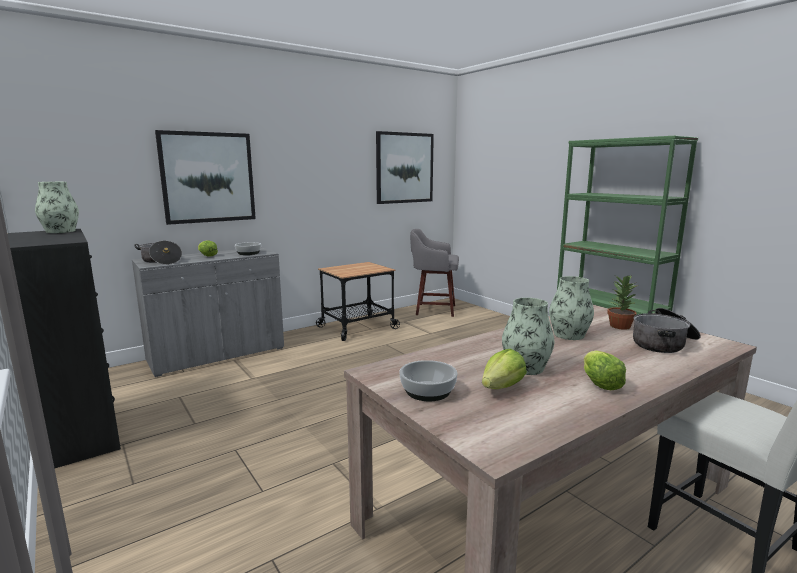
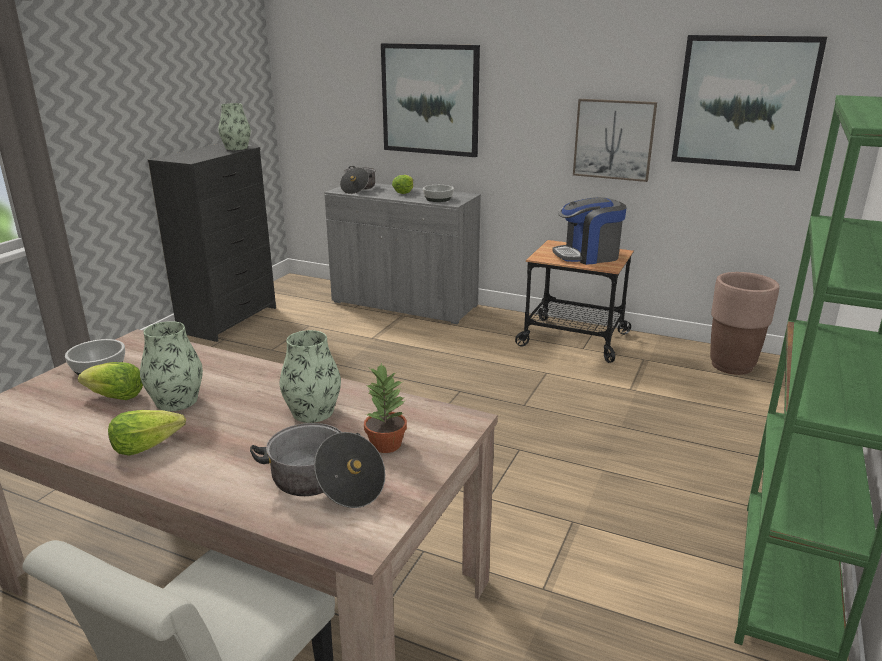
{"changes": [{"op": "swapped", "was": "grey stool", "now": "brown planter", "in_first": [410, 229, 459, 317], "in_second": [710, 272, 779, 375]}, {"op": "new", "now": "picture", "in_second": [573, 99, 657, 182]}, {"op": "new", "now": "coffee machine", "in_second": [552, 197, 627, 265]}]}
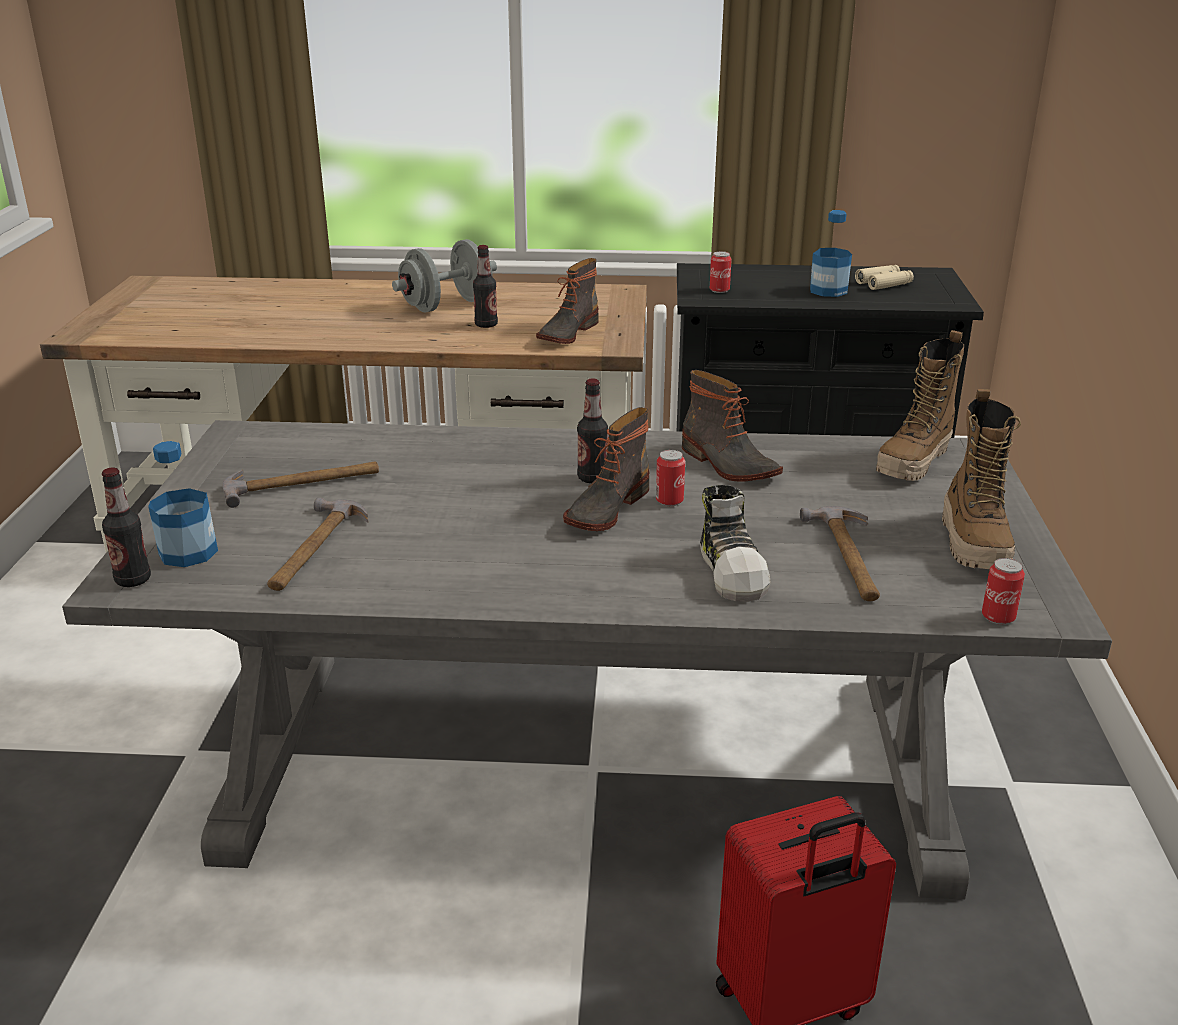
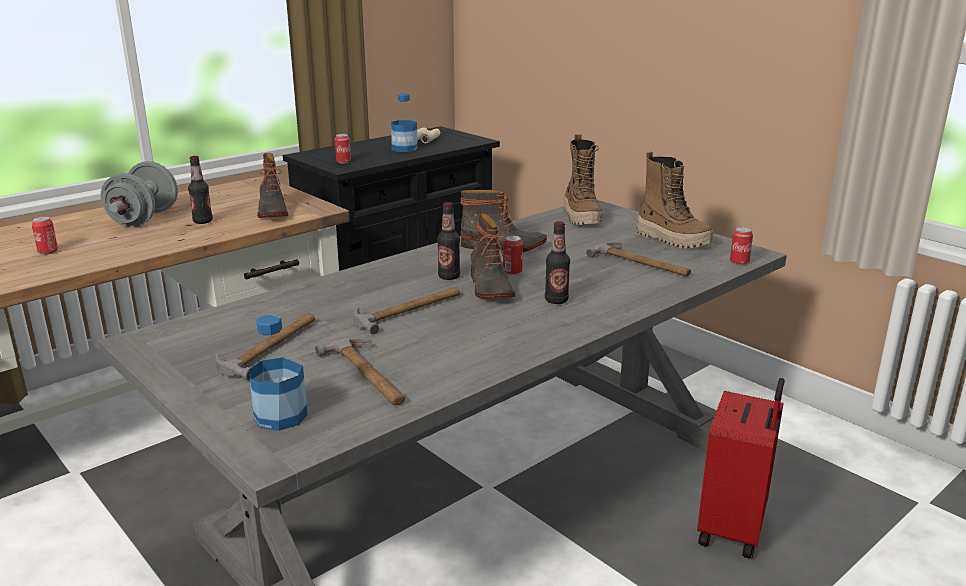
{"changes": [{"op": "shifted", "was": "bottle", "in_first": [102, 467, 151, 587], "in_second": [545, 221, 570, 304]}, {"op": "gone", "was": "shoe", "in_first": [700, 485, 771, 602]}, {"op": "new", "now": "can", "in_second": [32, 217, 58, 255]}, {"op": "new", "now": "hammer", "in_second": [353, 287, 460, 334]}]}
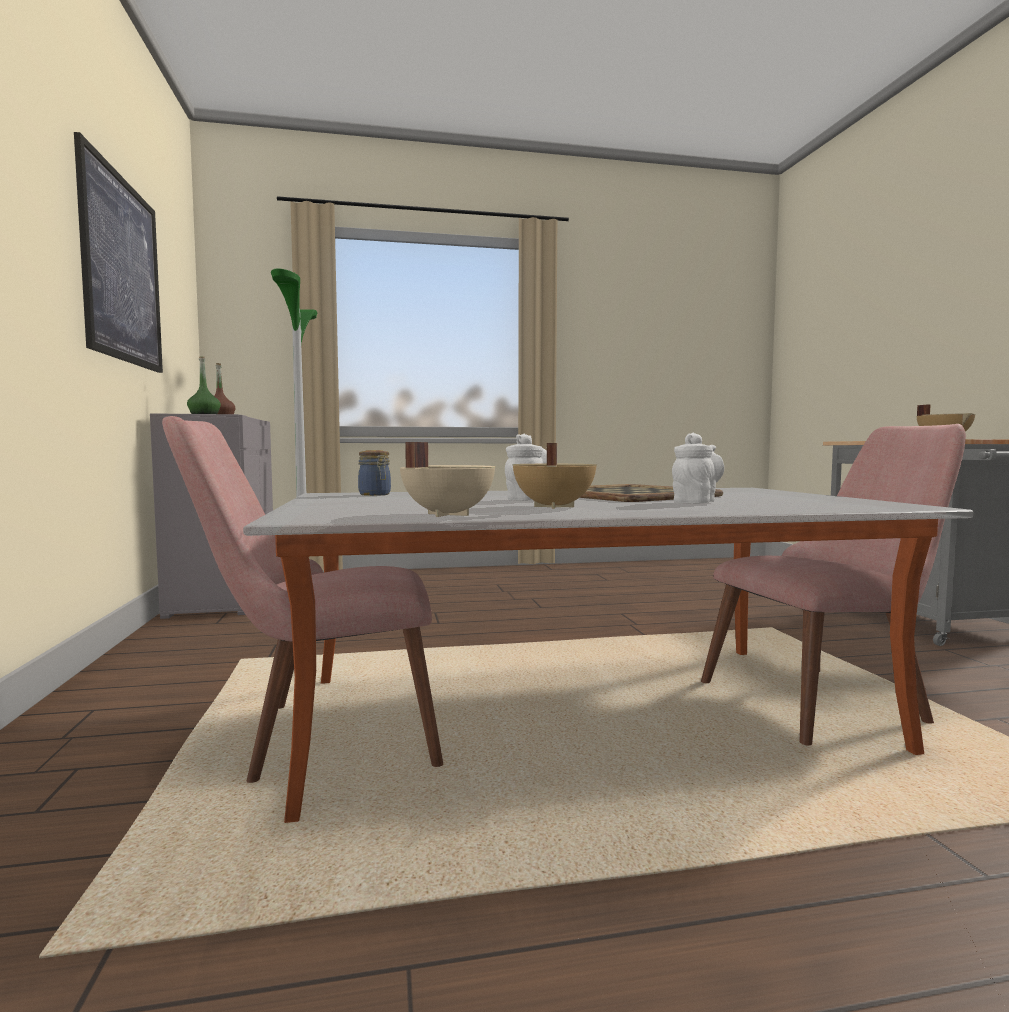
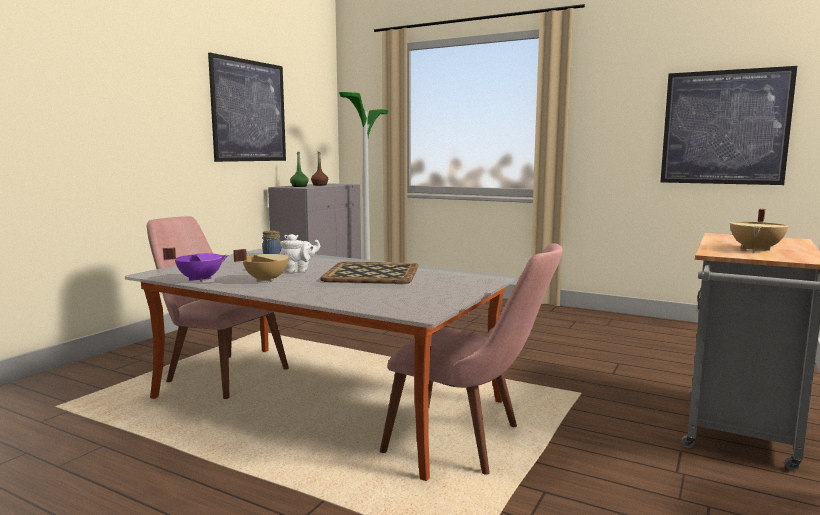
{"changes": [{"op": "gone", "was": "white teapot", "in_first": [672, 433, 724, 503]}, {"op": "repainted", "was": "beige cooking pot", "now": "purple cooking pot", "in_first": [400, 442, 496, 517], "in_second": [163, 247, 228, 282]}, {"op": "new", "now": "picture", "in_second": [661, 66, 797, 185]}]}
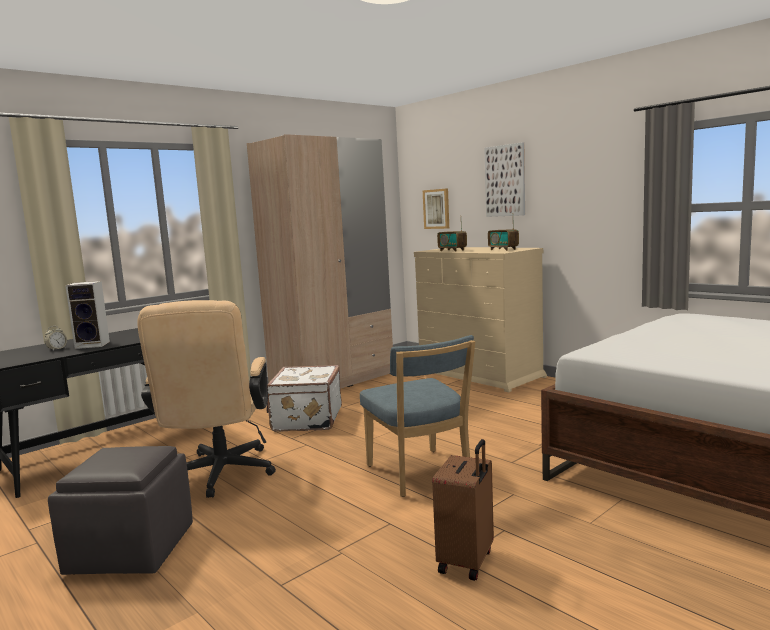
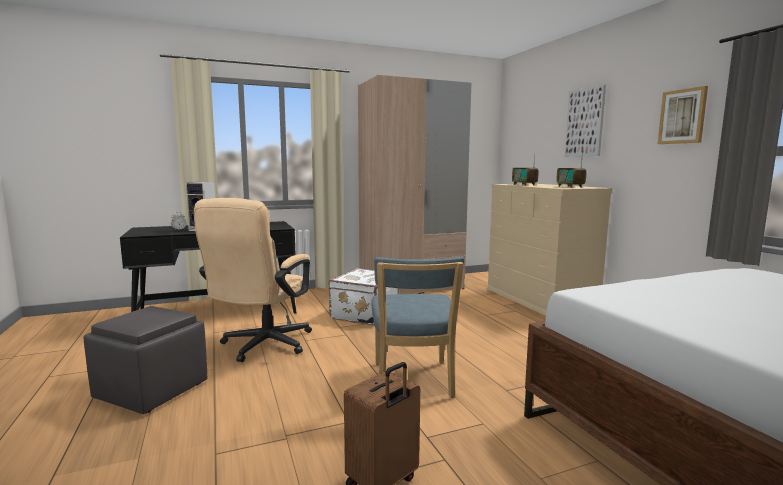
{"changes": [{"op": "shifted", "was": "picture", "in_first": [423, 188, 449, 229], "in_second": [658, 86, 708, 144]}]}
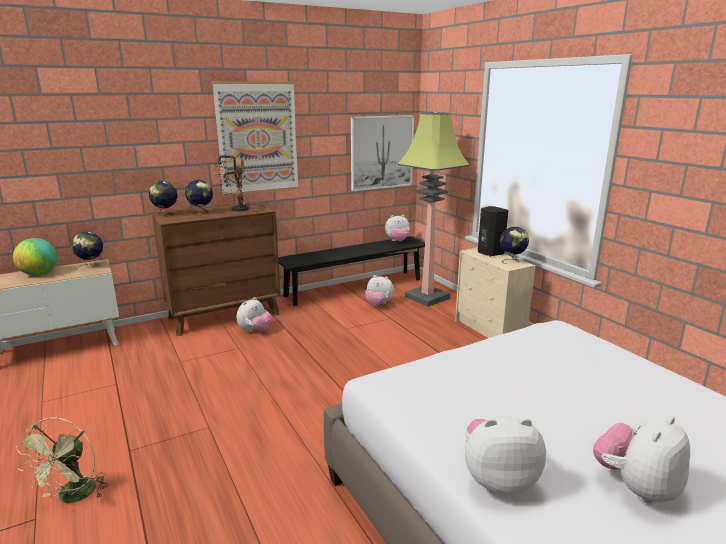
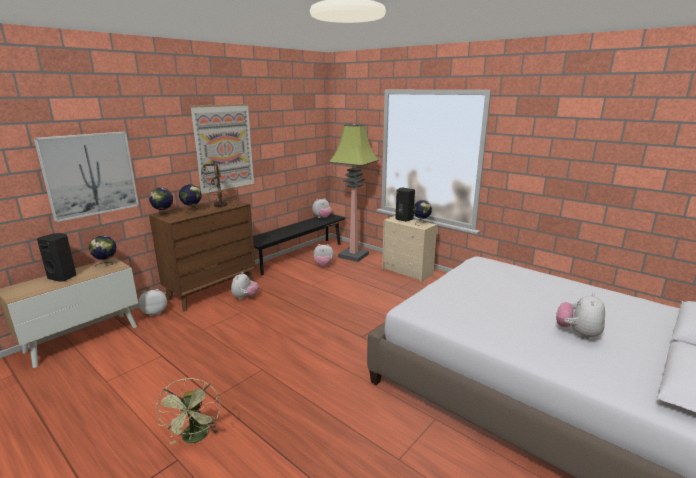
{"changes": [{"op": "shifted", "was": "picture", "in_first": [351, 115, 414, 191], "in_second": [34, 132, 139, 222]}, {"op": "swapped", "was": "globe", "now": "black speaker", "in_first": [13, 238, 57, 276], "in_second": [37, 233, 76, 282]}, {"op": "shifted", "was": "plush toy", "in_first": [465, 416, 546, 495], "in_second": [138, 289, 167, 316]}]}
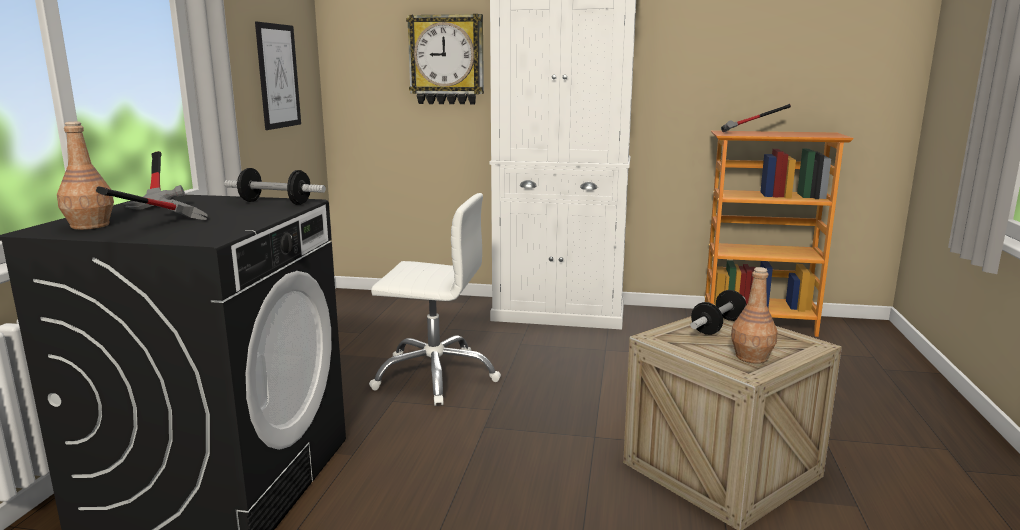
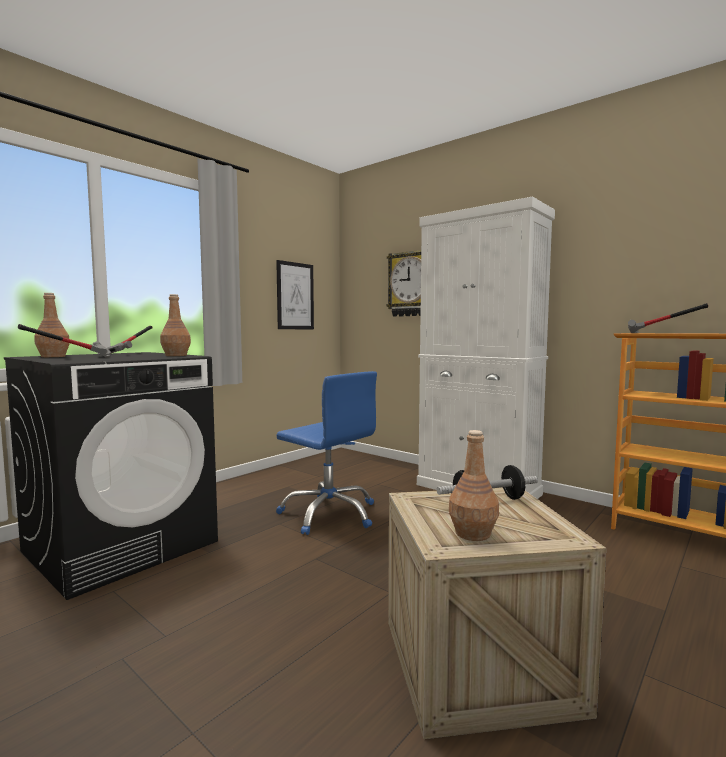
{"changes": [{"op": "swapped", "was": "dumbbell", "now": "brown bottle", "in_first": [224, 168, 326, 205], "in_second": [160, 294, 191, 356]}, {"op": "repainted", "was": "white office chair", "now": "blue office chair", "in_first": [369, 193, 501, 406], "in_second": [276, 371, 377, 535]}]}
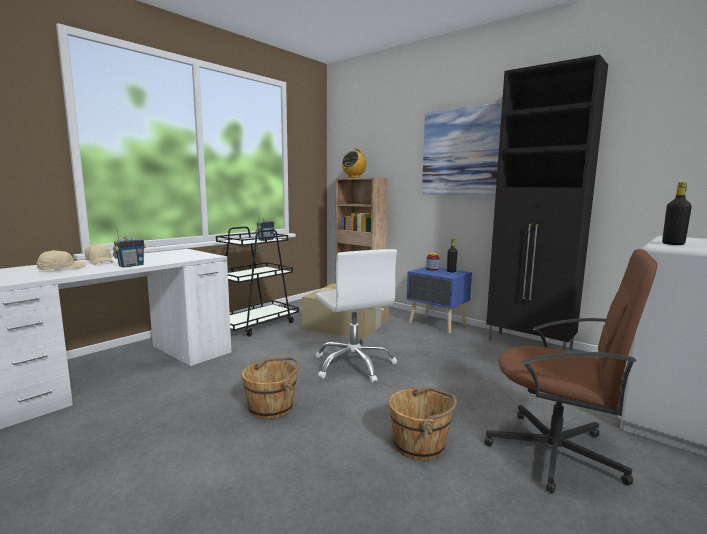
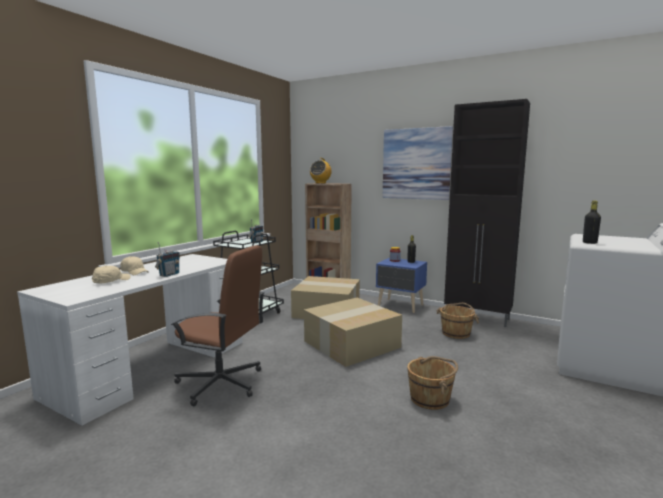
{"changes": [{"op": "swapped", "was": "white office chair", "now": "cardboard box", "in_first": [315, 249, 397, 383], "in_second": [304, 298, 402, 367]}, {"op": "shifted", "was": "brown office chair", "in_first": [484, 249, 657, 493], "in_second": [171, 245, 265, 406]}, {"op": "shifted", "was": "brown bucket", "in_first": [242, 357, 299, 419], "in_second": [436, 303, 479, 339]}]}
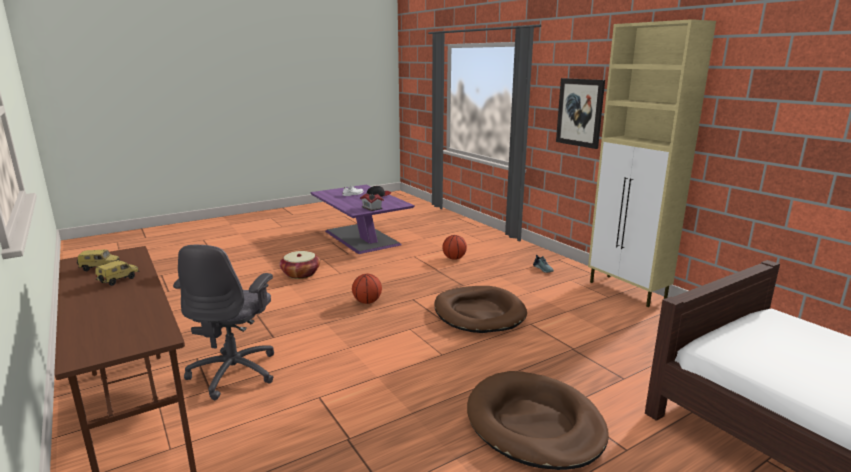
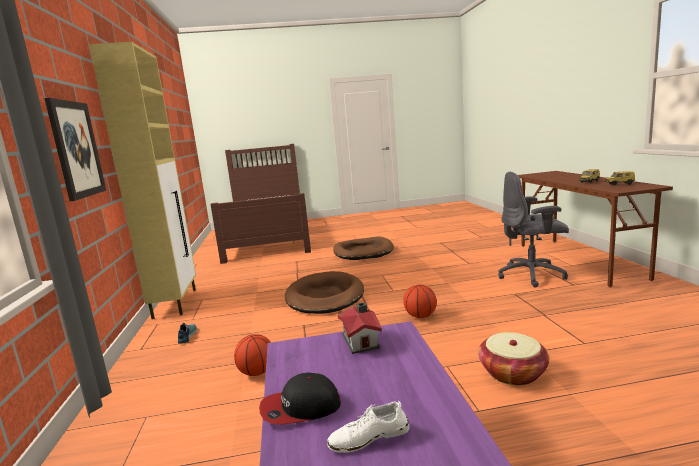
{"changes": [{"op": "rotated", "was": "grey office chair", "in_first": [173, 245, 274, 400], "in_second": [498, 172, 569, 288], "clockwise": -120}]}
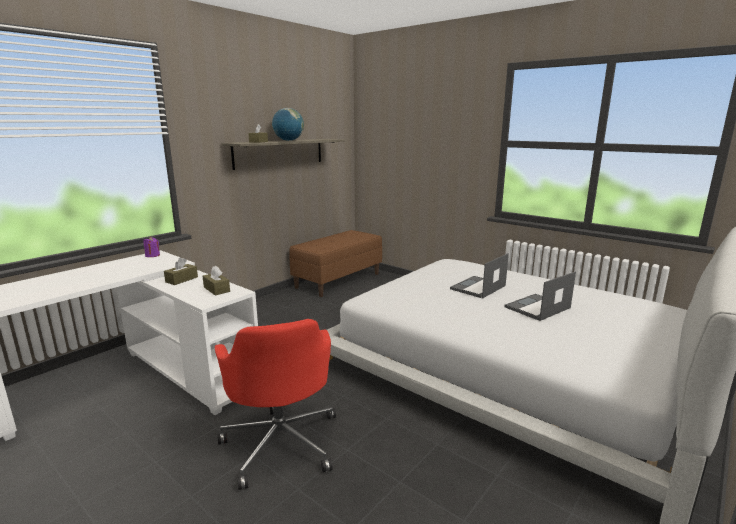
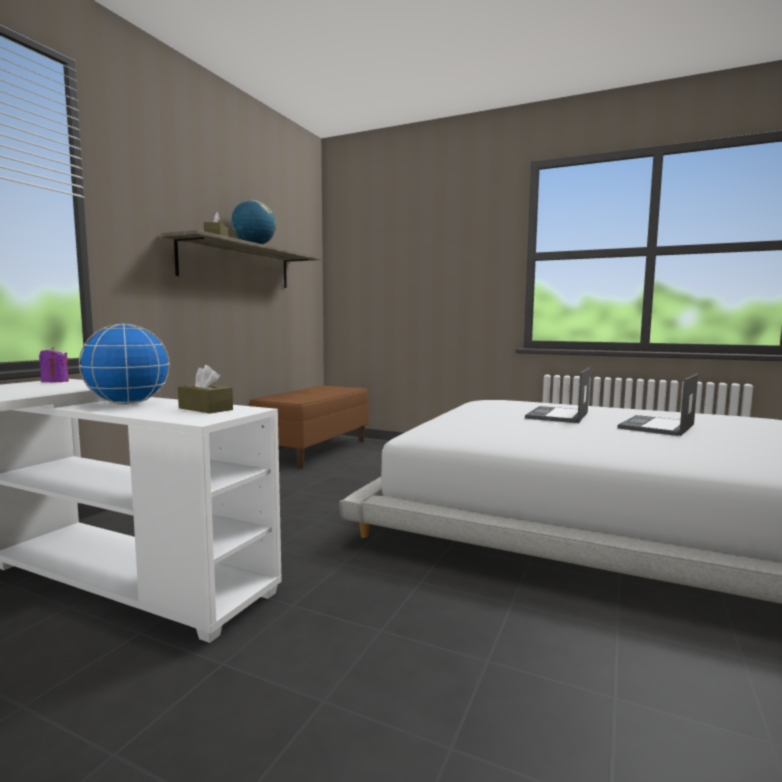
{"changes": [{"op": "swapped", "was": "brown tissue box", "now": "globe", "in_first": [164, 257, 198, 285], "in_second": [79, 324, 170, 405]}, {"op": "gone", "was": "red office chair", "in_first": [215, 319, 336, 490]}]}
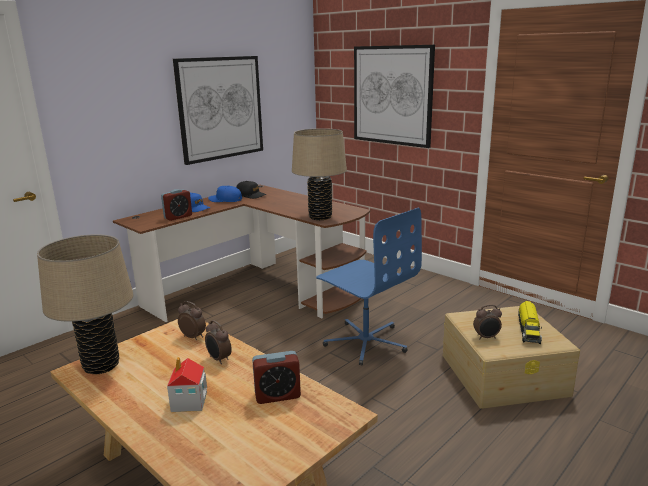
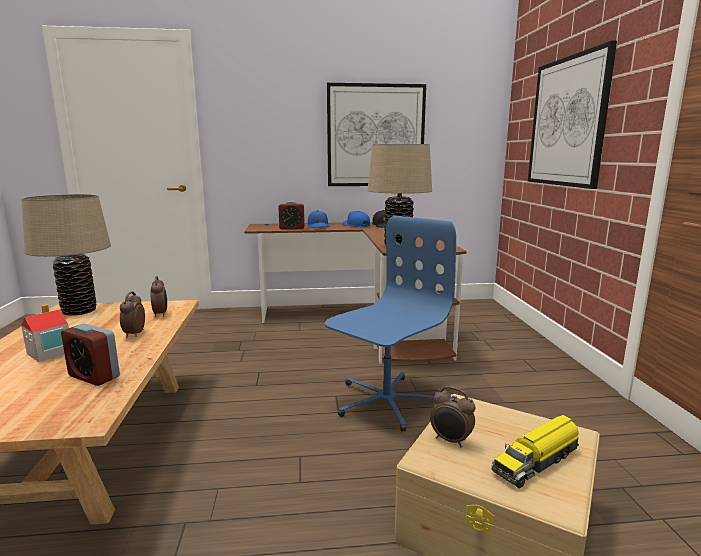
{"changes": [{"op": "rotated", "was": "blue office chair", "in_first": [316, 208, 422, 365], "in_second": [325, 215, 456, 432], "clockwise": -135}]}
